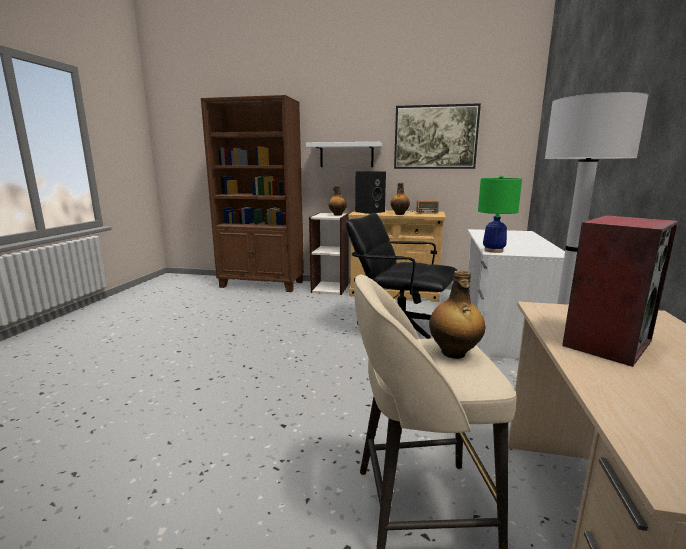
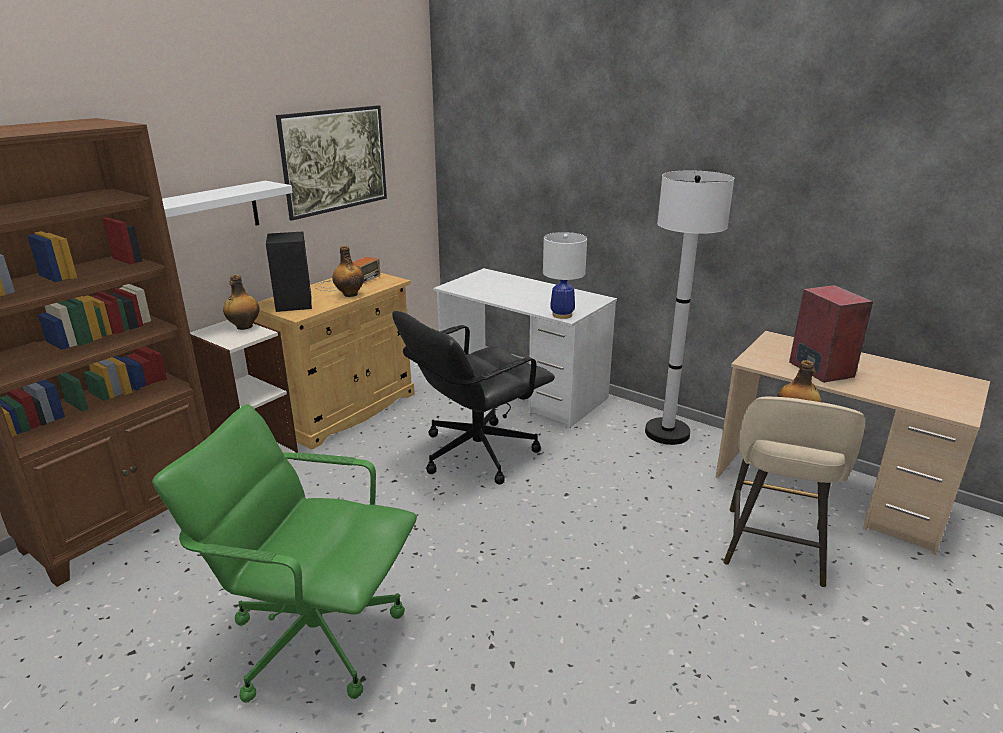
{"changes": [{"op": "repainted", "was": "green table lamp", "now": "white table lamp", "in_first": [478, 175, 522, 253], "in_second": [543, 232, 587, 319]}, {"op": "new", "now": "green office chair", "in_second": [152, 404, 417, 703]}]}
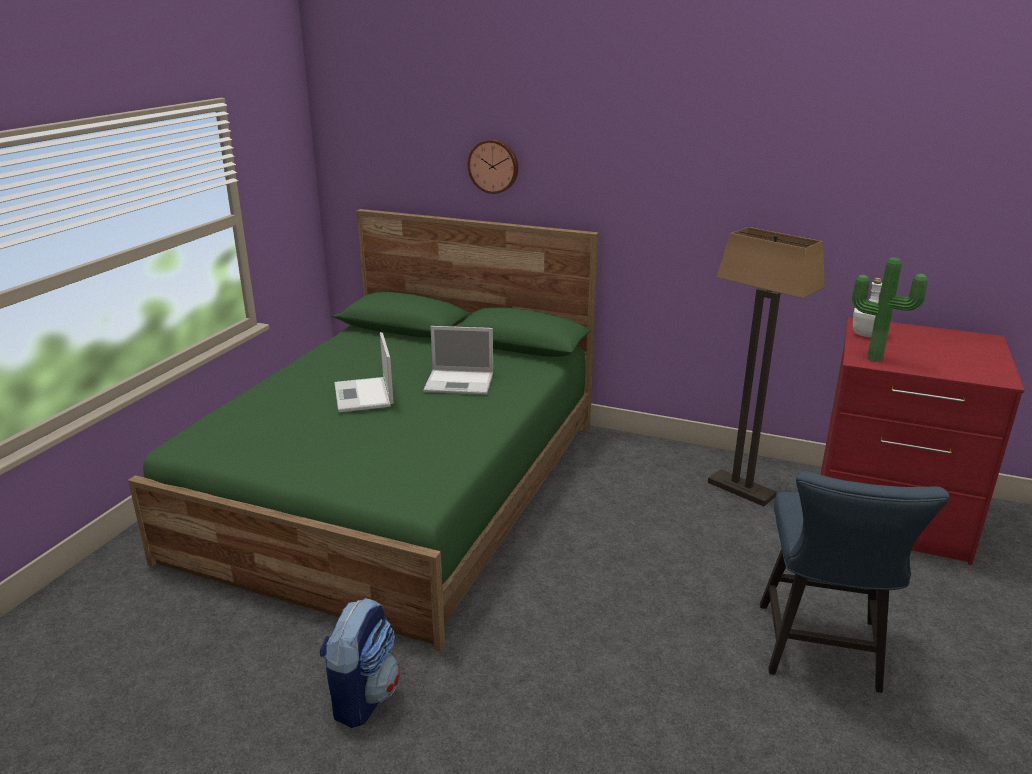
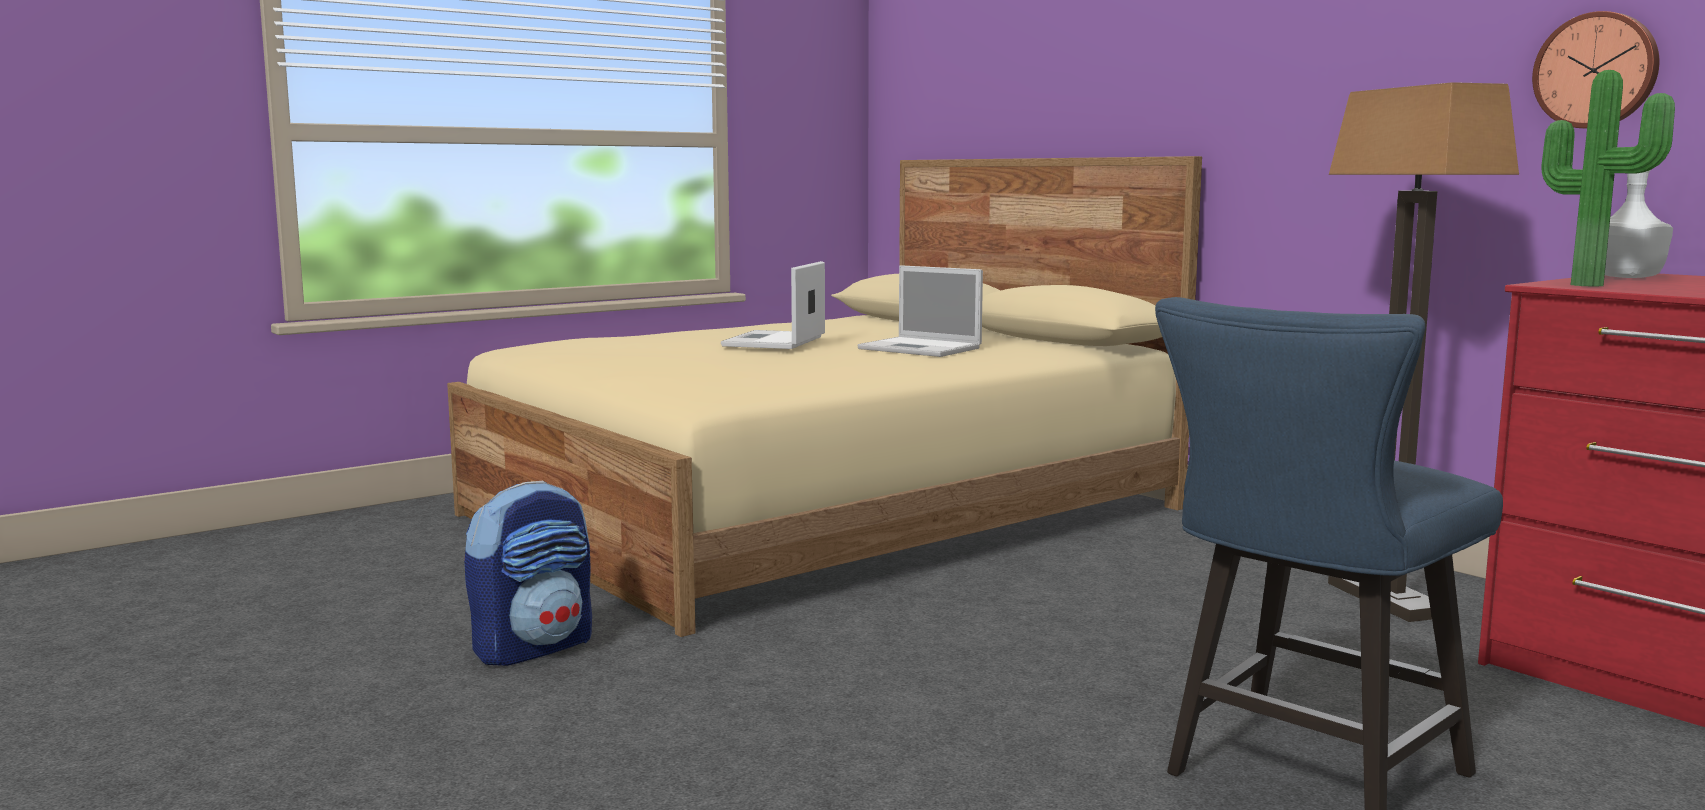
{"changes": [{"op": "shifted", "was": "wall clock", "in_first": [467, 139, 518, 194], "in_second": [1532, 11, 1659, 129]}, {"op": "repainted", "was": "green bed", "now": "beige bed", "in_first": [128, 209, 598, 651], "in_second": [447, 156, 1202, 637]}]}
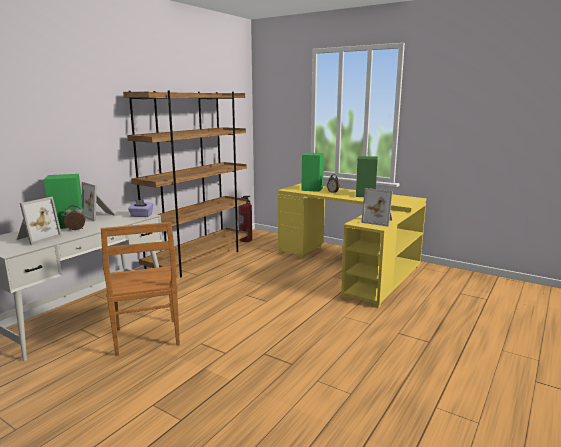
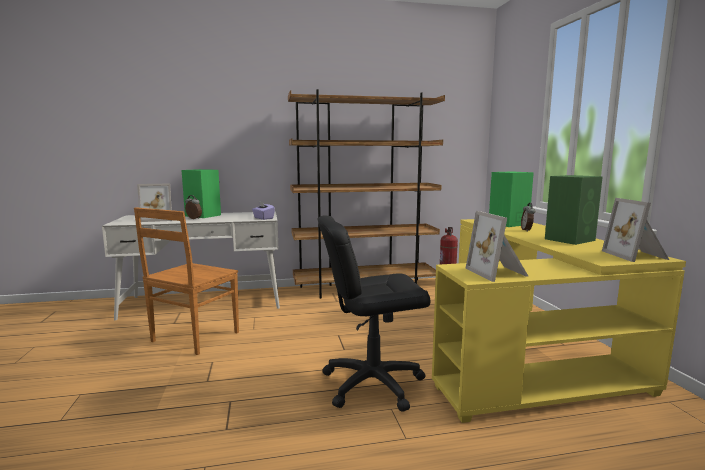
{"changes": [{"op": "shifted", "was": "picture frame", "in_first": [82, 182, 117, 221], "in_second": [602, 198, 669, 262]}, {"op": "new", "now": "black office chair", "in_second": [318, 216, 430, 412]}]}
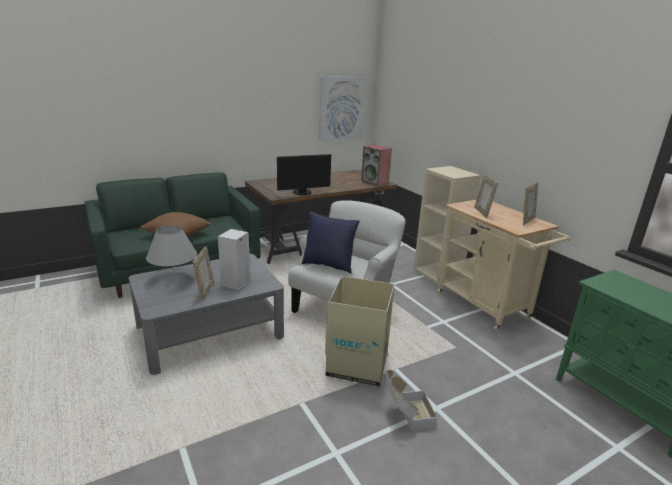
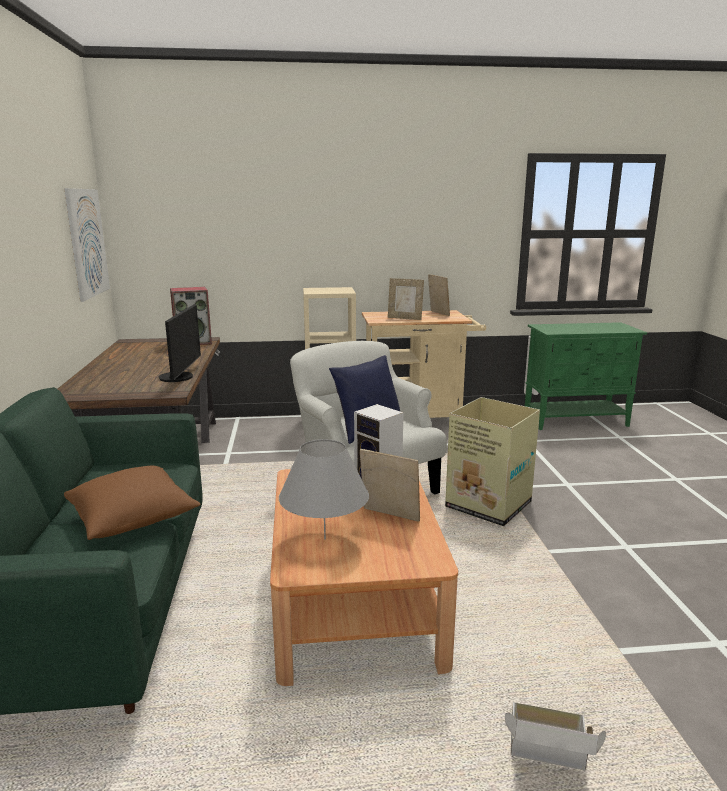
{"changes": [{"op": "repainted", "was": "grey coffee table", "now": "brown coffee table", "in_first": [129, 254, 284, 375], "in_second": [270, 469, 458, 686]}, {"op": "shifted", "was": "cardboard box", "in_first": [385, 370, 437, 430], "in_second": [505, 702, 606, 771]}]}
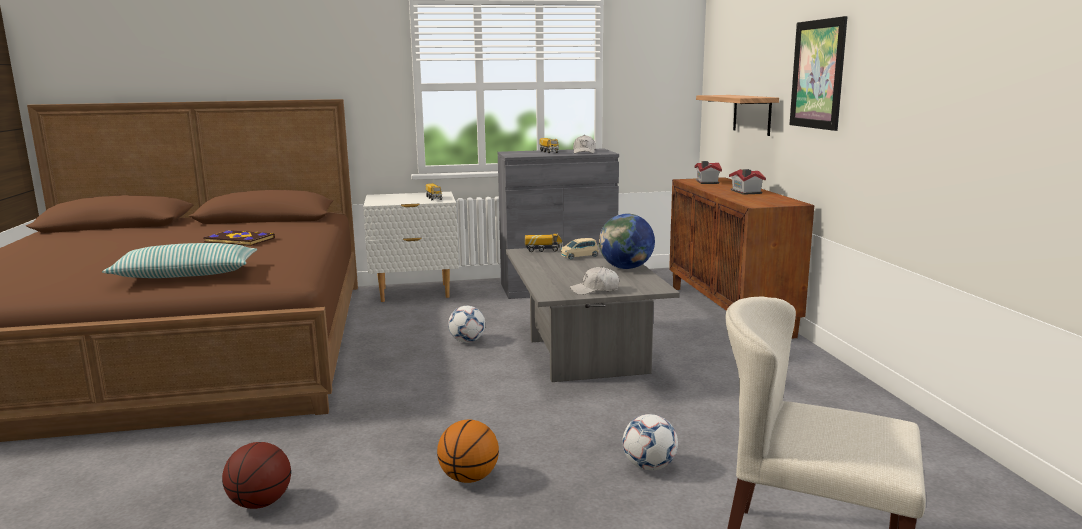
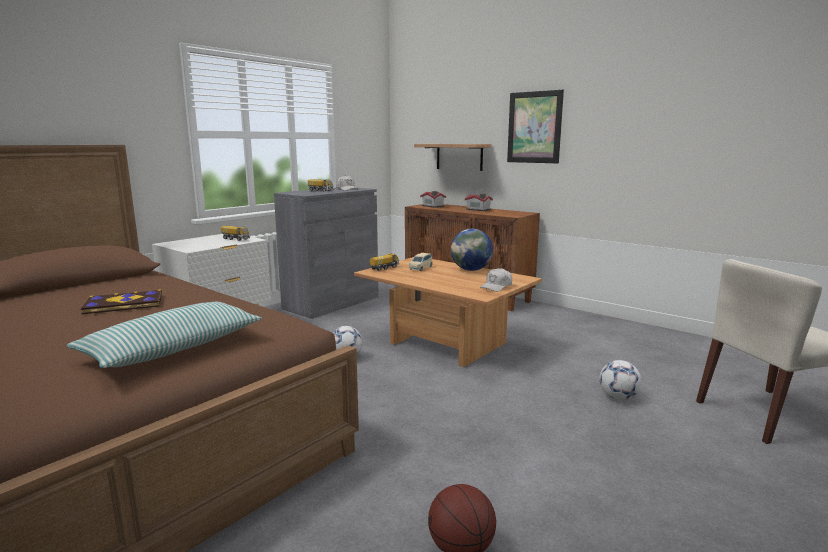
{"changes": [{"op": "repainted", "was": "grey coffee table", "now": "brown coffee table", "in_first": [506, 244, 680, 382], "in_second": [354, 257, 542, 367]}, {"op": "gone", "was": "basketball", "in_first": [437, 419, 499, 483]}]}
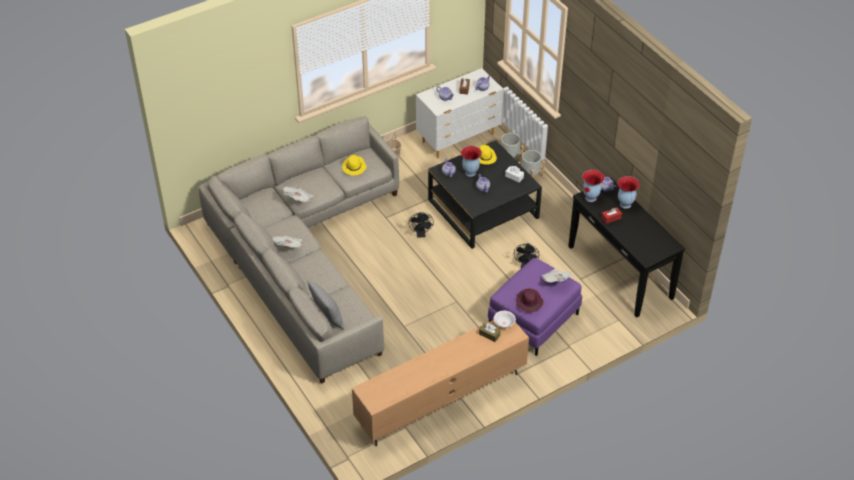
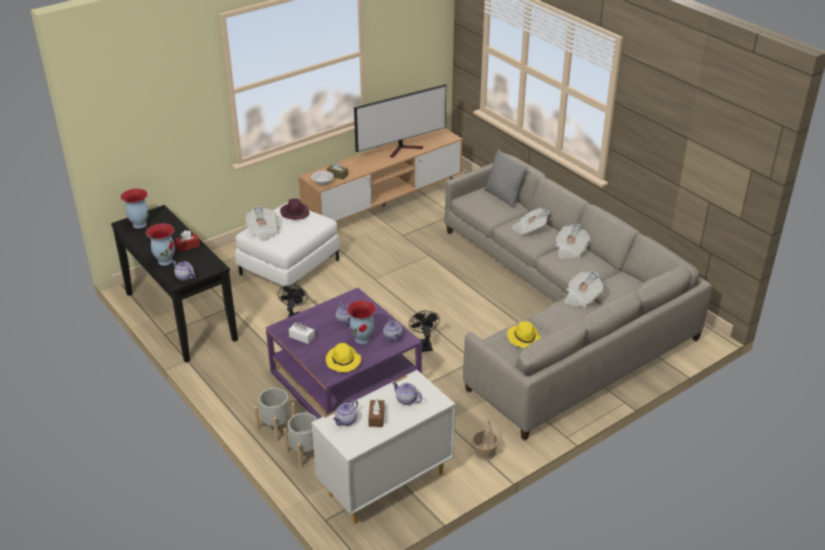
{"changes": [{"op": "repainted", "was": "black coffee table", "now": "purple coffee table", "in_first": [428, 140, 542, 249], "in_second": [266, 288, 422, 420]}, {"op": "shifted", "was": "vase", "in_first": [582, 170, 605, 202], "in_second": [121, 188, 149, 228]}, {"op": "repainted", "was": "purple ottoman", "now": "white ottoman", "in_first": [488, 258, 582, 356], "in_second": [235, 203, 340, 295]}, {"op": "new", "now": "television", "in_second": [354, 84, 446, 158]}, {"op": "new", "now": "newspaper", "in_second": [512, 208, 549, 235]}]}
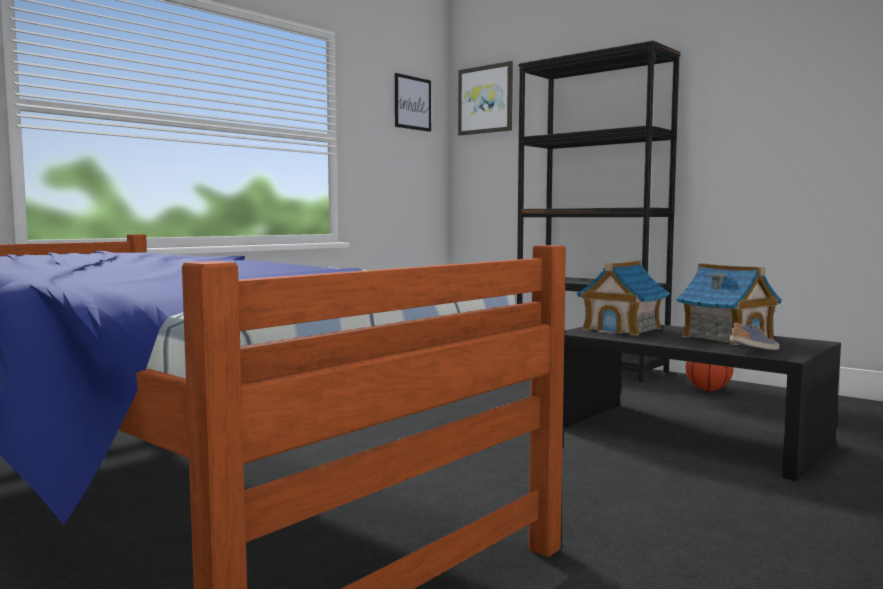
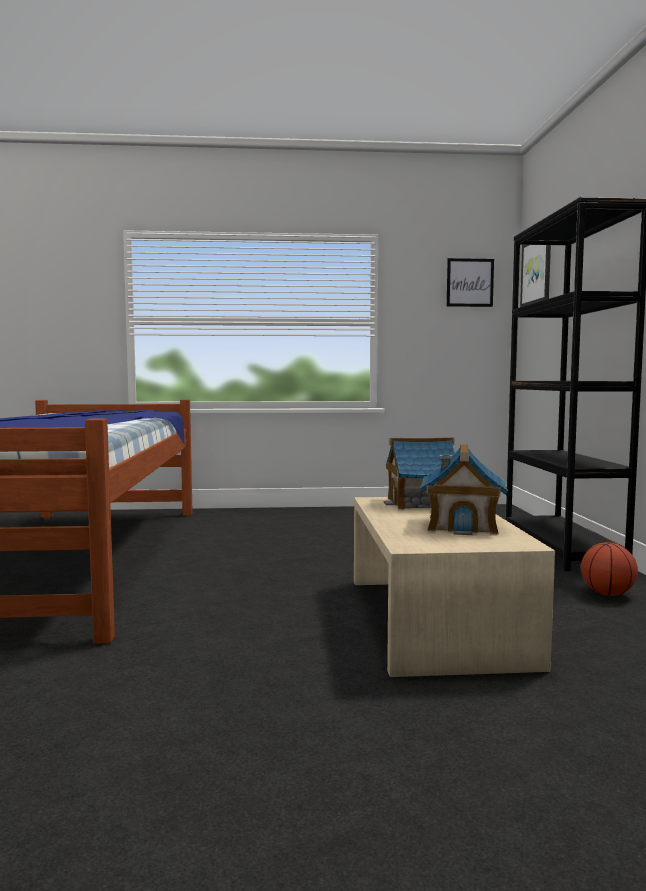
{"changes": [{"op": "gone", "was": "shoe", "in_first": [729, 323, 780, 350]}, {"op": "repainted", "was": "black coffee table", "now": "beige coffee table", "in_first": [563, 325, 841, 481], "in_second": [354, 497, 555, 677]}]}
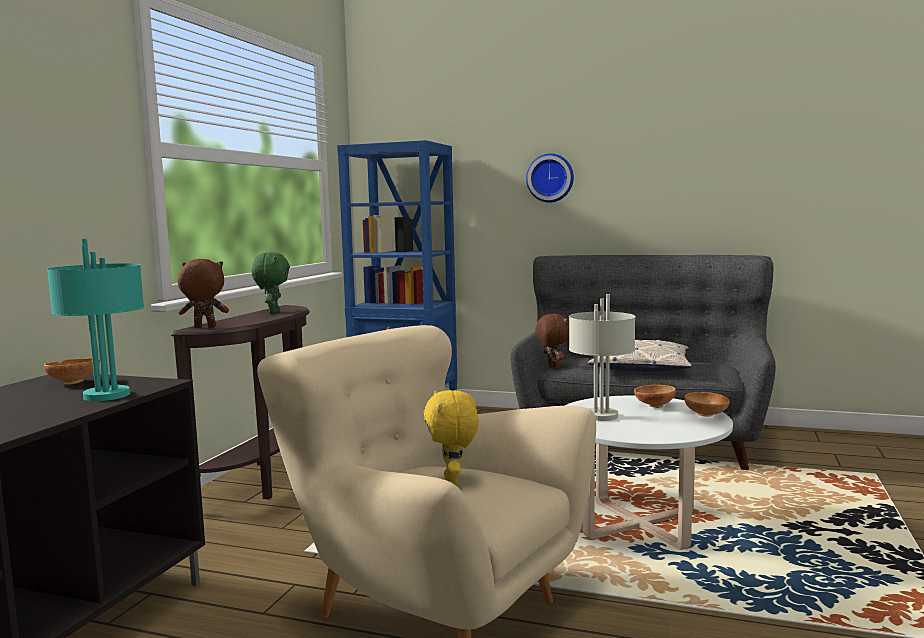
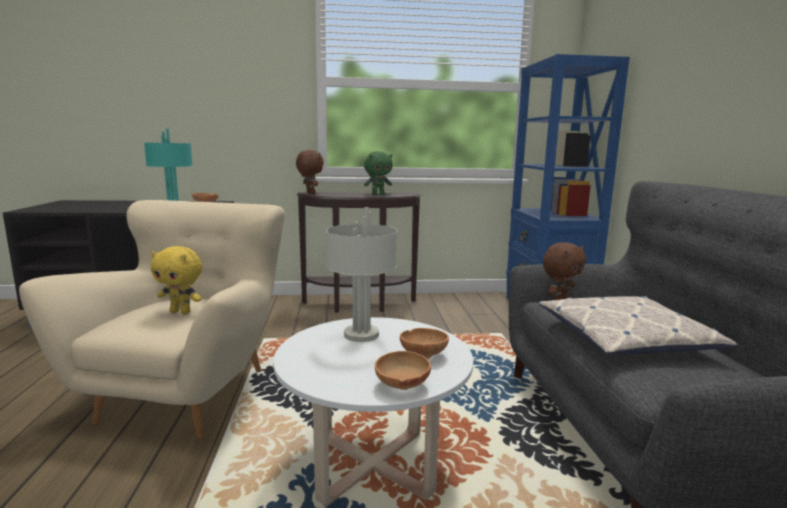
{"changes": [{"op": "gone", "was": "wall clock", "in_first": [526, 154, 574, 203]}, {"op": "rotated", "was": "yellow plush toy", "in_first": [424, 390, 479, 485], "in_second": [151, 246, 202, 314], "clockwise": -135}]}
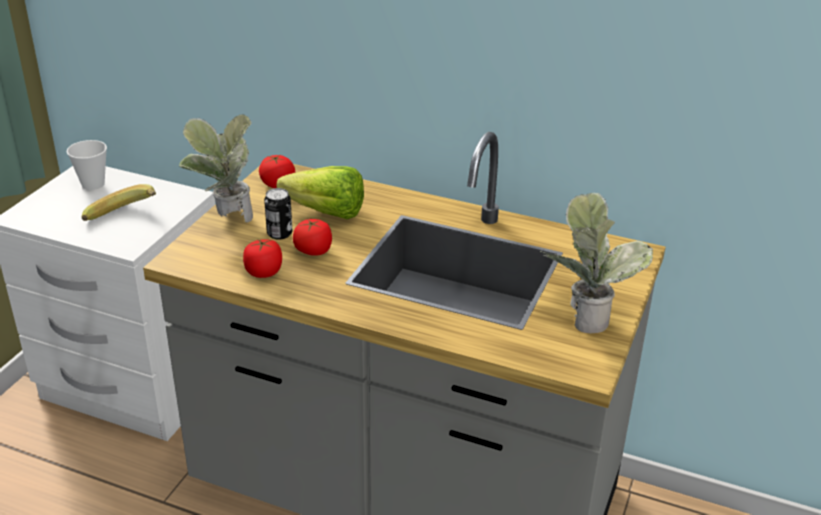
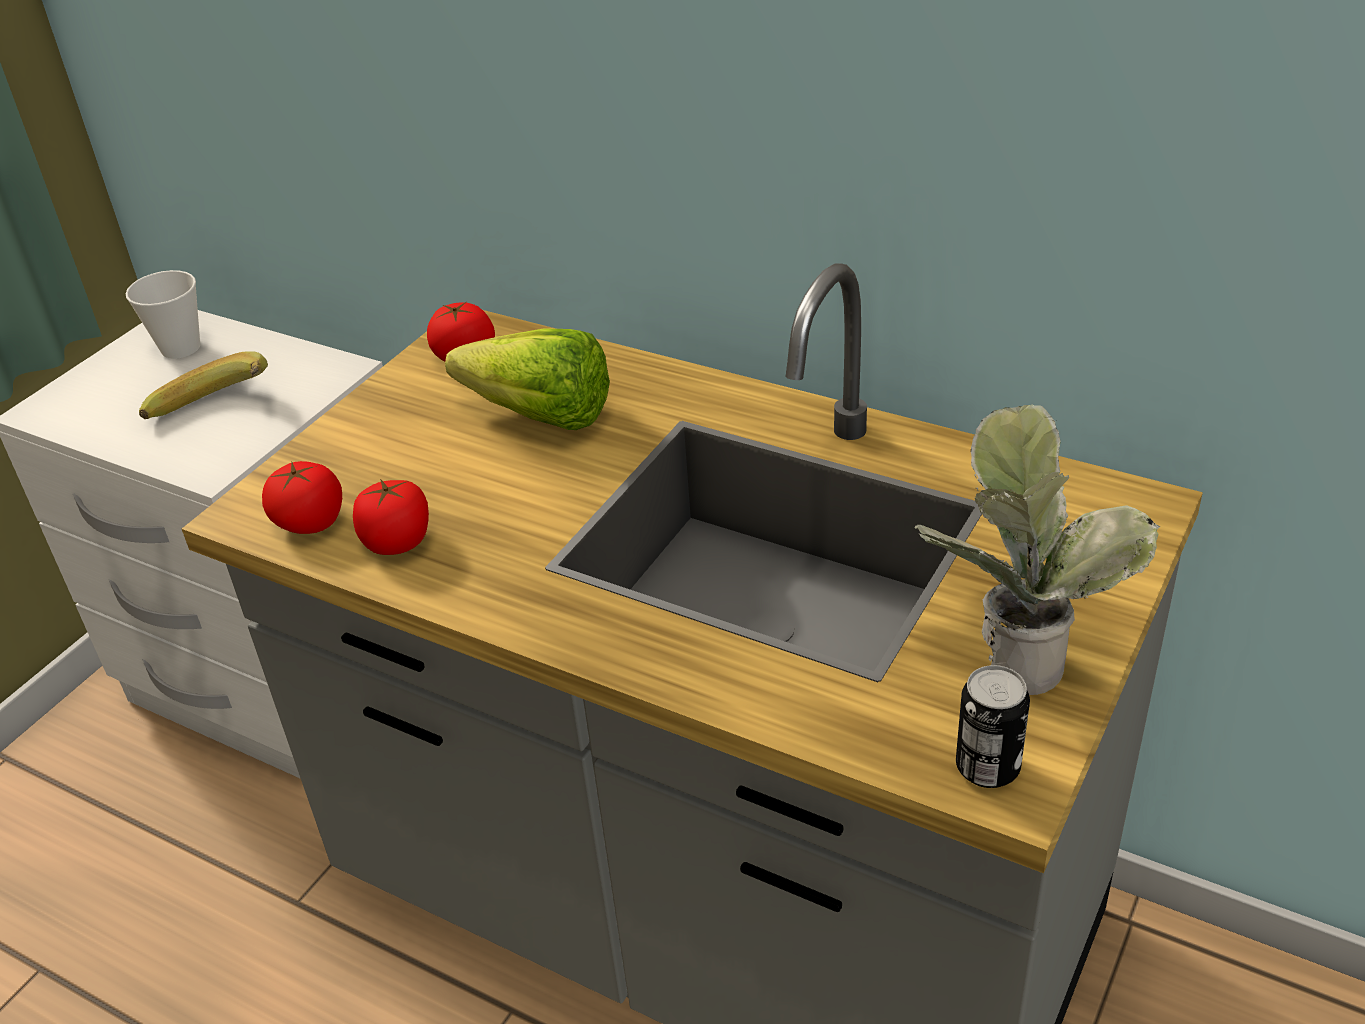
{"changes": [{"op": "gone", "was": "potted plant", "in_first": [179, 114, 253, 223]}, {"op": "shifted", "was": "can", "in_first": [264, 188, 292, 240], "in_second": [956, 665, 1030, 788]}, {"op": "shifted", "was": "tomato", "in_first": [293, 219, 332, 256], "in_second": [262, 461, 342, 534]}]}
